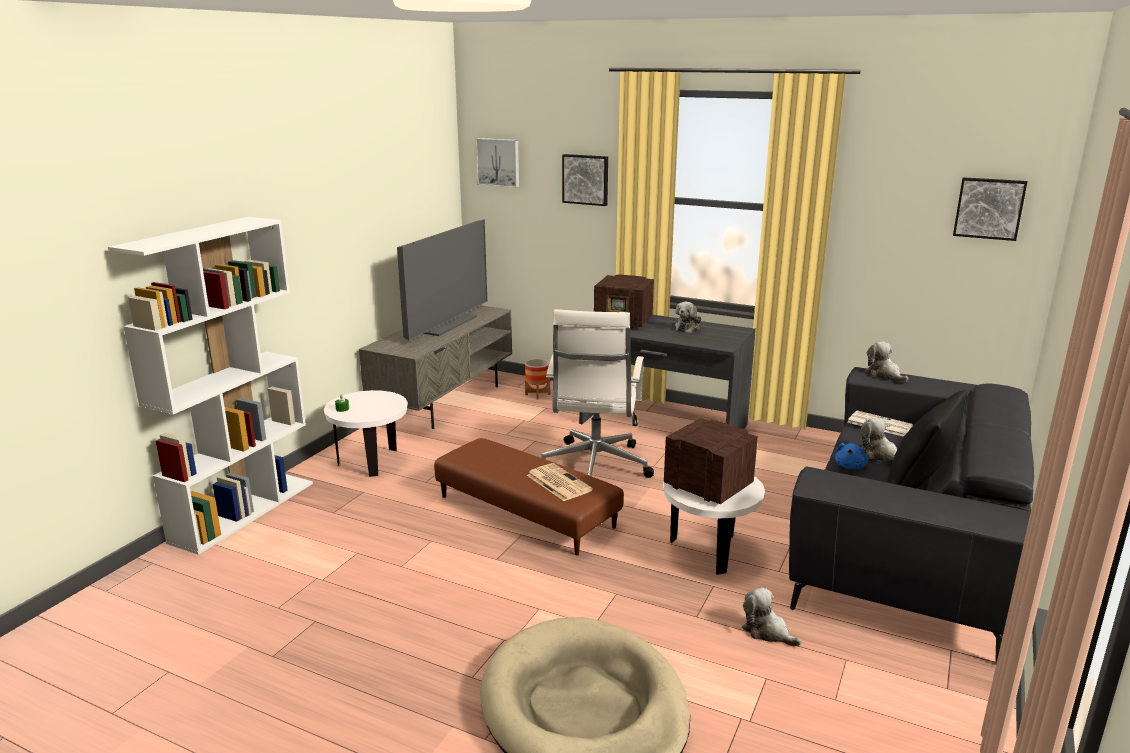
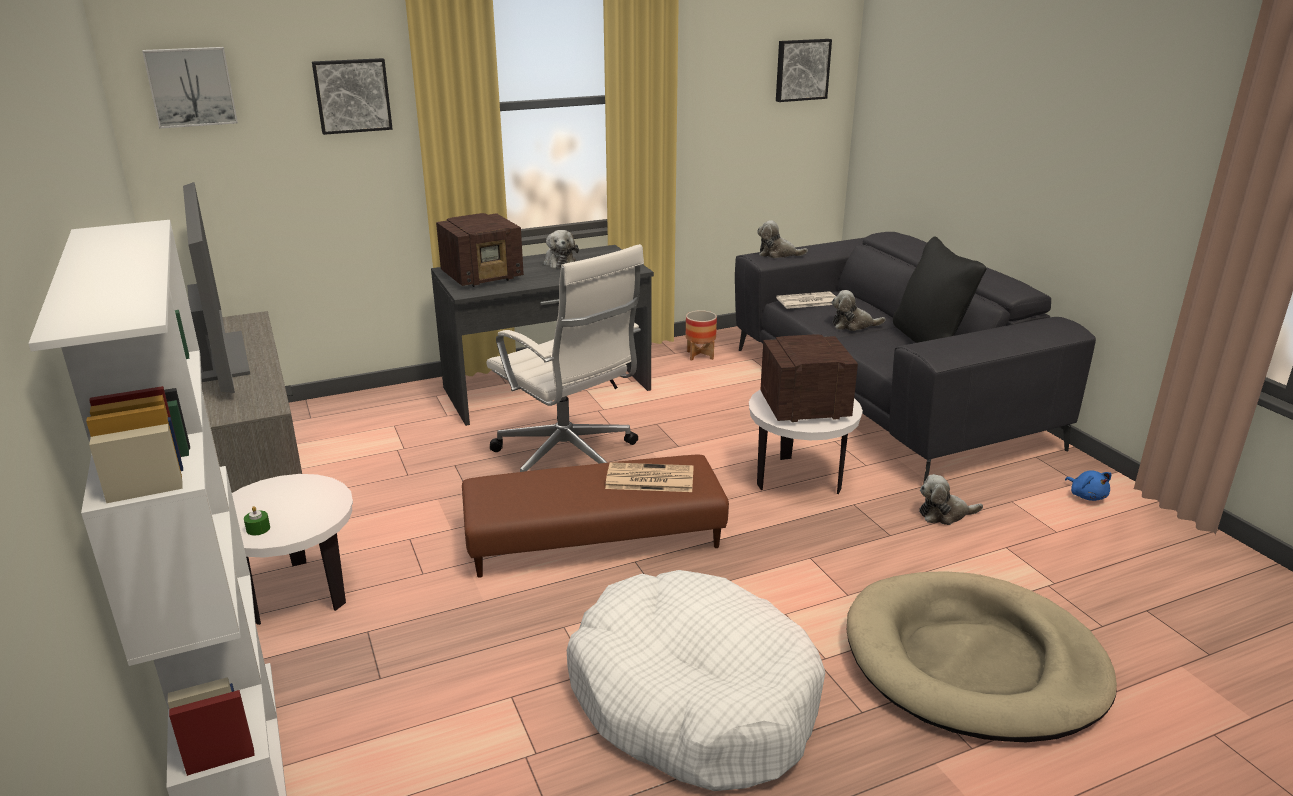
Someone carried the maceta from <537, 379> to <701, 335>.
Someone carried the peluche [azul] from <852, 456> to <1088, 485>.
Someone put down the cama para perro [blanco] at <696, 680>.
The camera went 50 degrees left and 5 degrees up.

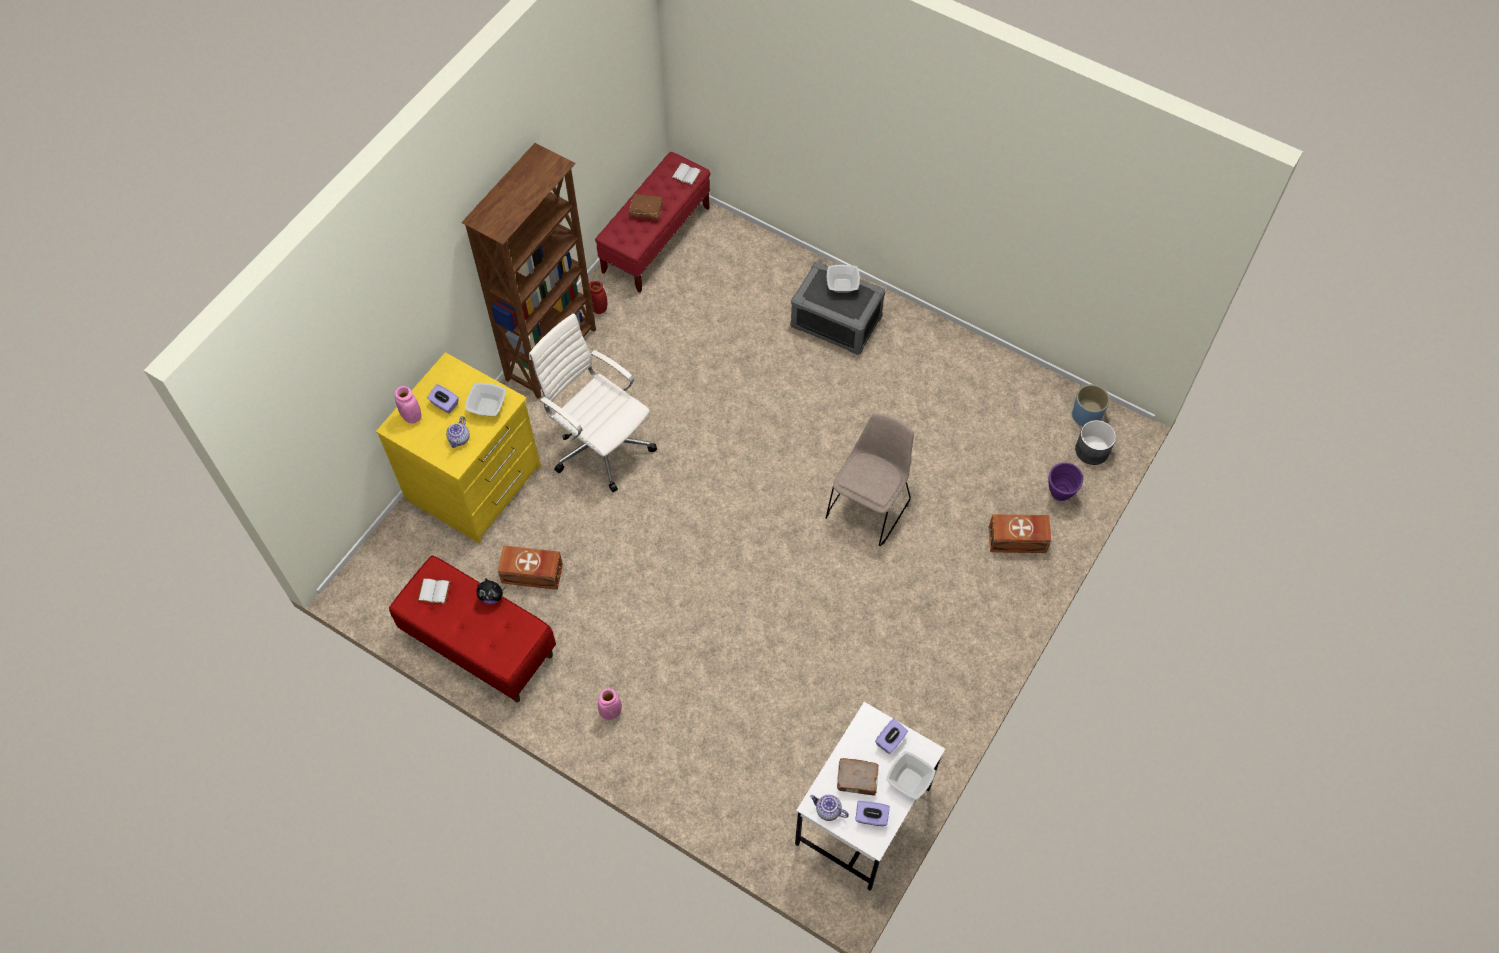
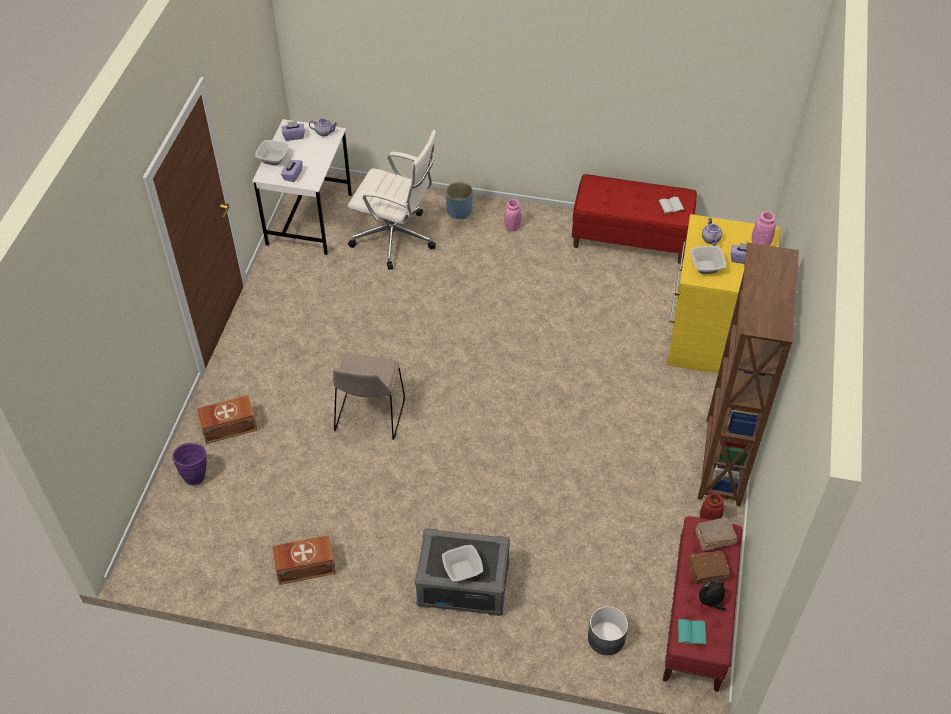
Someone carried the peluche from <491, 591> to <712, 595>.
Someone carried the caja de almacenaje [marrón] from <530, 567> to <304, 560>.
Someone carried the silla de oficina [blanco] from <593, 402> to <392, 200>.
Someone repainted the libro [blanco] at <686, 174>, which became the libro [turquesa] at <692, 632>.
Someone carried the libro [marrón] from <858, 777> to <716, 533>.
Someone carried the maceta [azul] from <1091, 405> to <459, 200>.
Someone carried the maceta [gris] from <1095, 442> to <608, 630>.
The camera went 160 degrees right and 10 degrees down.

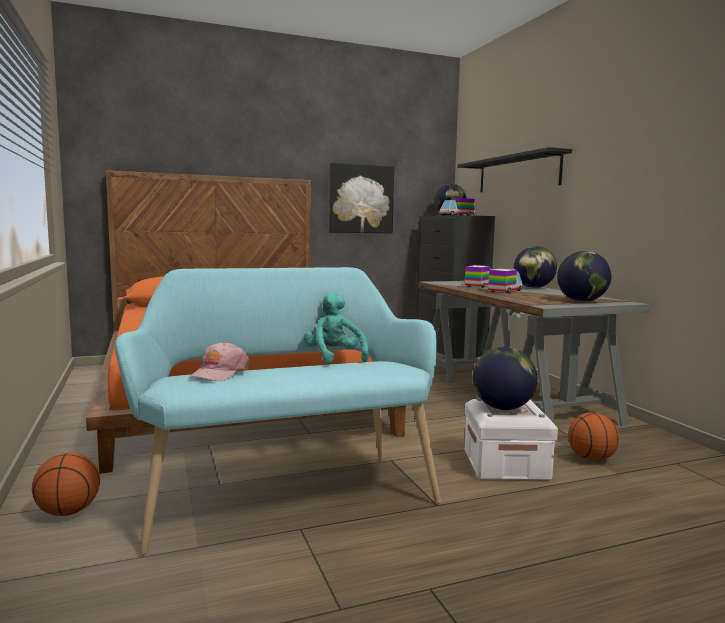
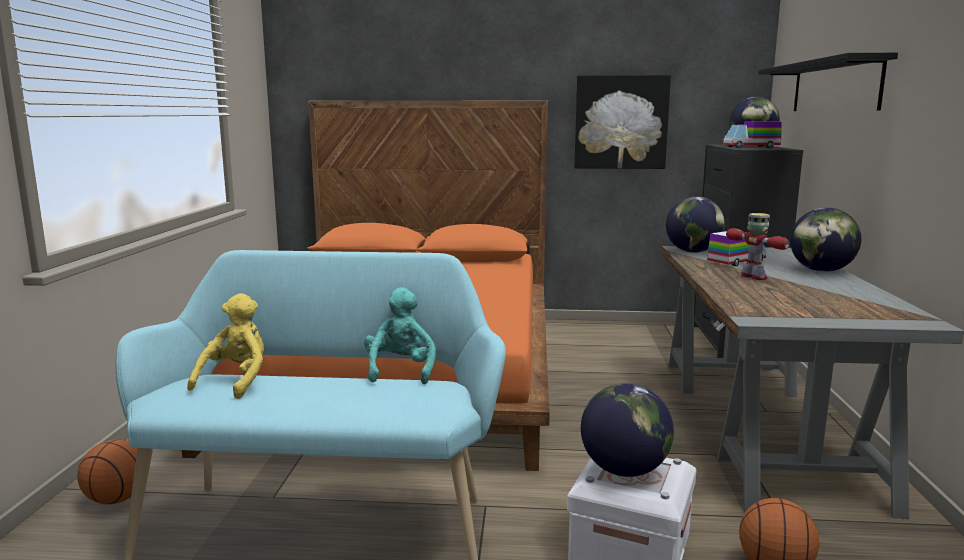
Someone swapped the gorra [rosa] at <219, 361> for the peluche [amarillo] at <225, 346>.
Someone swapped the camión de juguete at <505, 281> for the robot de juguete at <758, 246>.
Someone carried the globo terráqueo from <584, 276> to <695, 224>.
The camera went 25 degrees right and 5 degrees up.

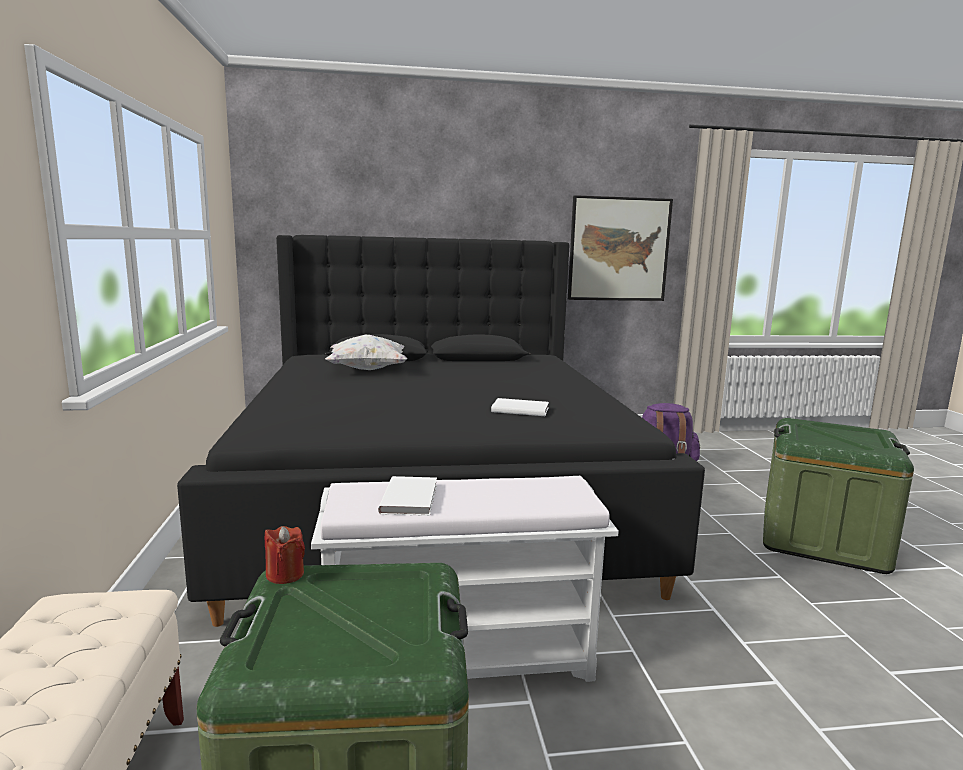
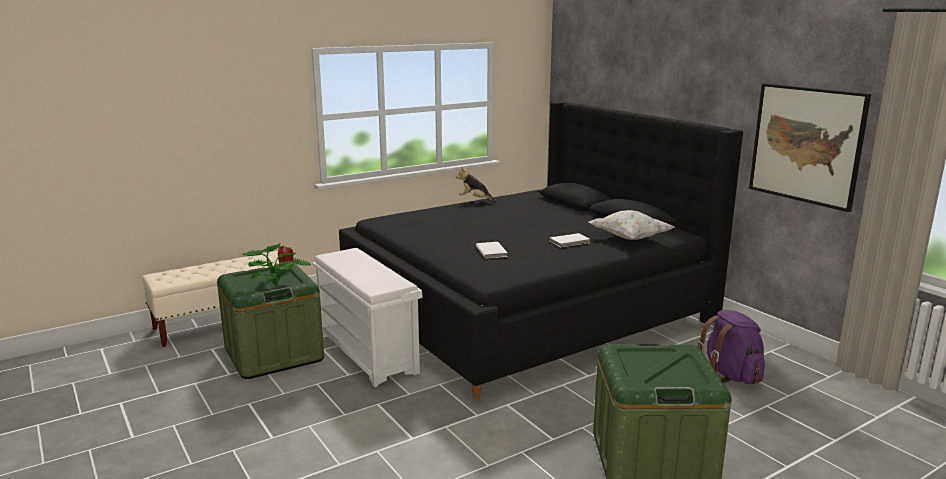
Someone carried the cojín [blanco] from <366, 352> to <632, 225>.
Someone carried the libro [blanco] from <407, 496> to <569, 240>.
Someone put down the planta en maceta at <277, 264>.
Someone put down the peluche at <476, 184>.
The camera went 65 degrees right and 5 degrees up.

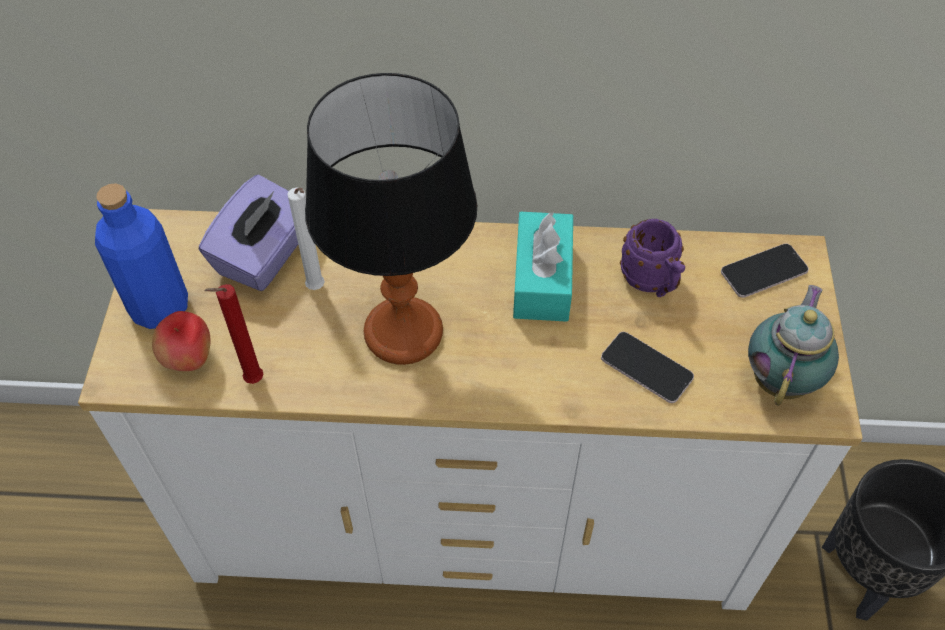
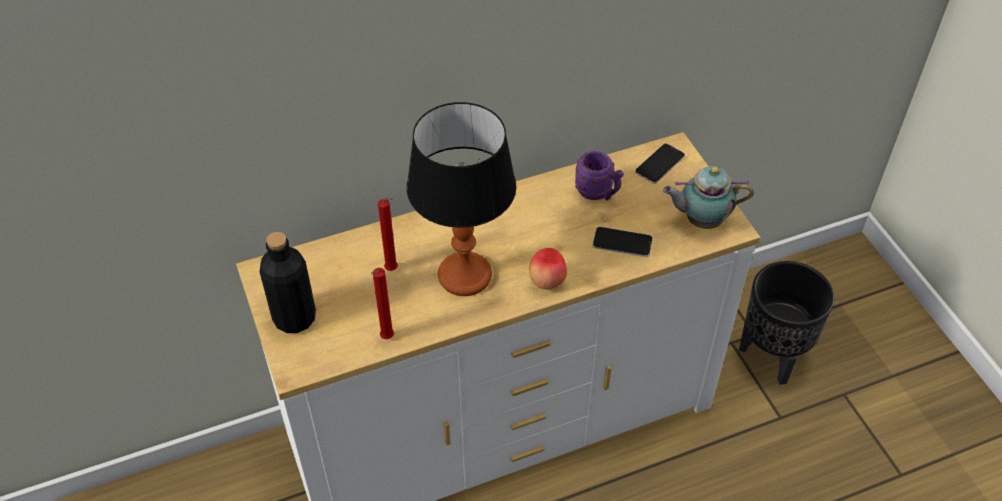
Someone repainted the botella [azul] at <141, 256>, which became the botella [negro] at <287, 282>.
Someone carried the manzana from <181, 341> to <548, 268>.
Someone took away the caja de pañuelos [morado] at <248, 233>.
Someone repainted the vela [blanco] at <306, 238>, which became the vela [rojo] at <388, 234>.
Someone took away the caja de pañuelos [turquesa] at <543, 267>.
Someone rotated the tetera at <793, 345> by 90 degrees counterclockwise.
The camera went 25 degrees left and 5 degrees down.

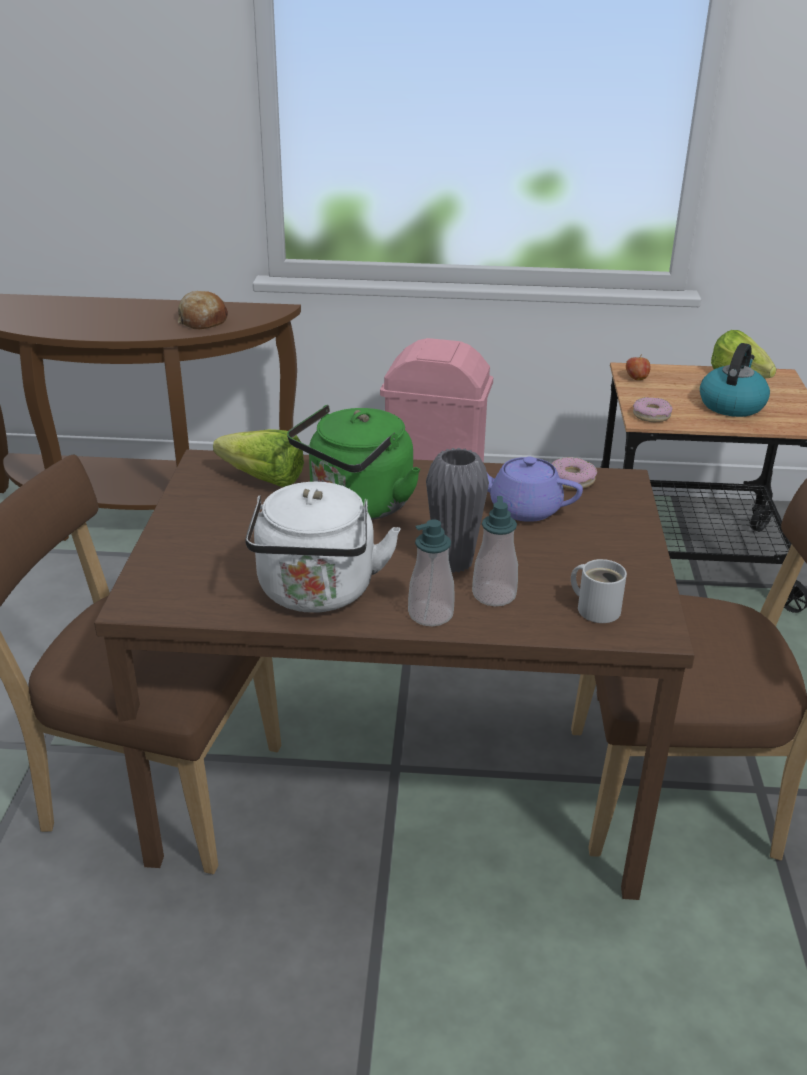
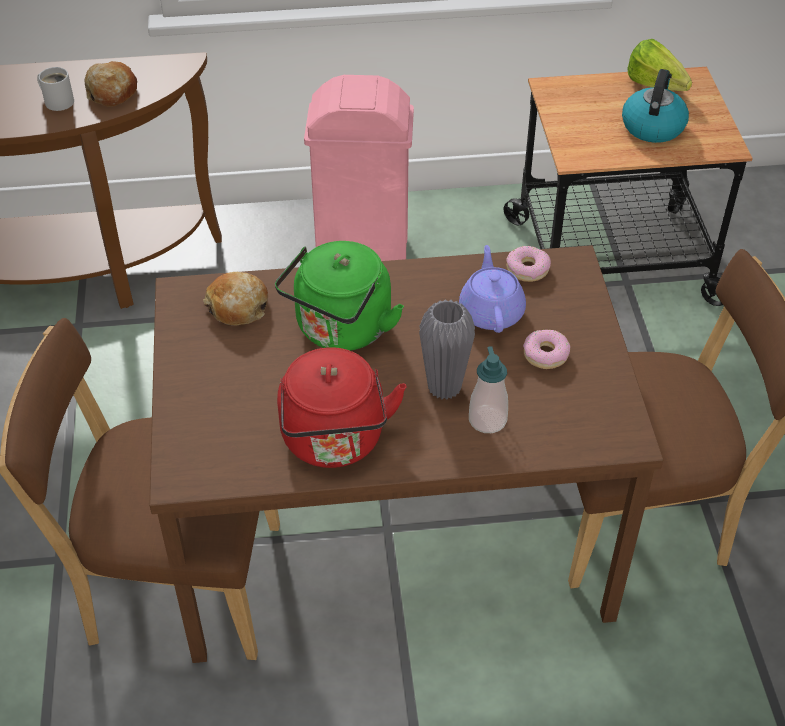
Someone swapped the lechuga at <258, 458> for the pan at <235, 299>.
Someone repainted the hervidor [blanco] at <322, 547>, which became the hervidor [rojo] at <341, 407>.
Someone took away the dispensador de jabón at <431, 572>.
Someone rotated the tetera [morado] at <535, 489> by 75 degrees clockwise.
Someone carried the taza grande [blanco] from <599, 591> to <55, 89>.
Someone took away the manzana at <638, 367>.
Someone carried the rosquilla from <653, 409> to <546, 349>.
The camera went 10 degrees left and 15 degrees up.

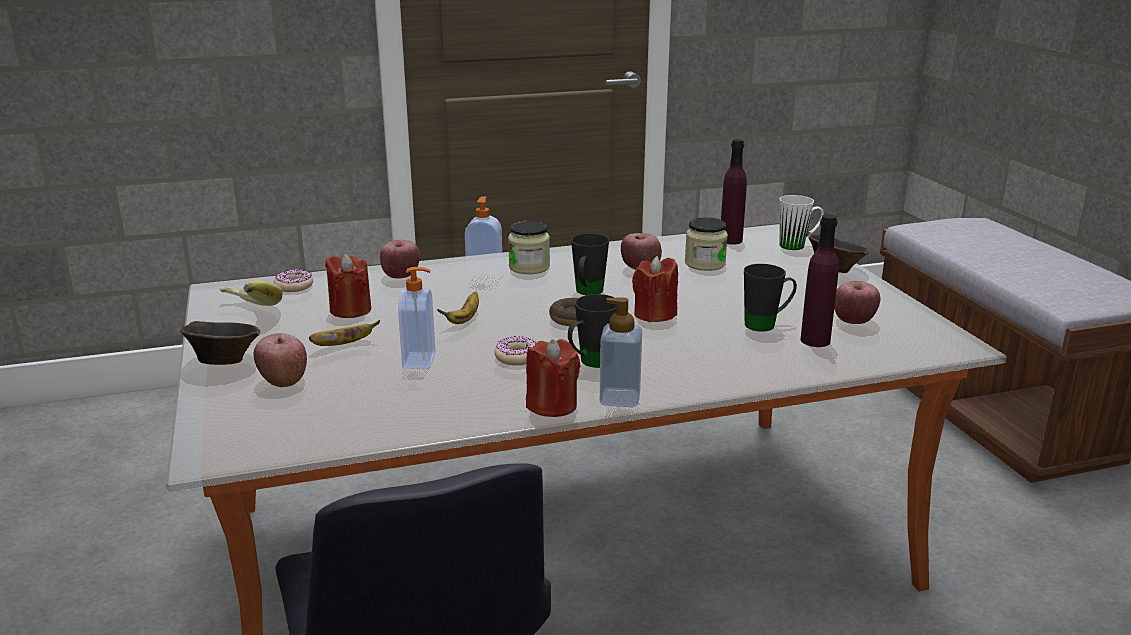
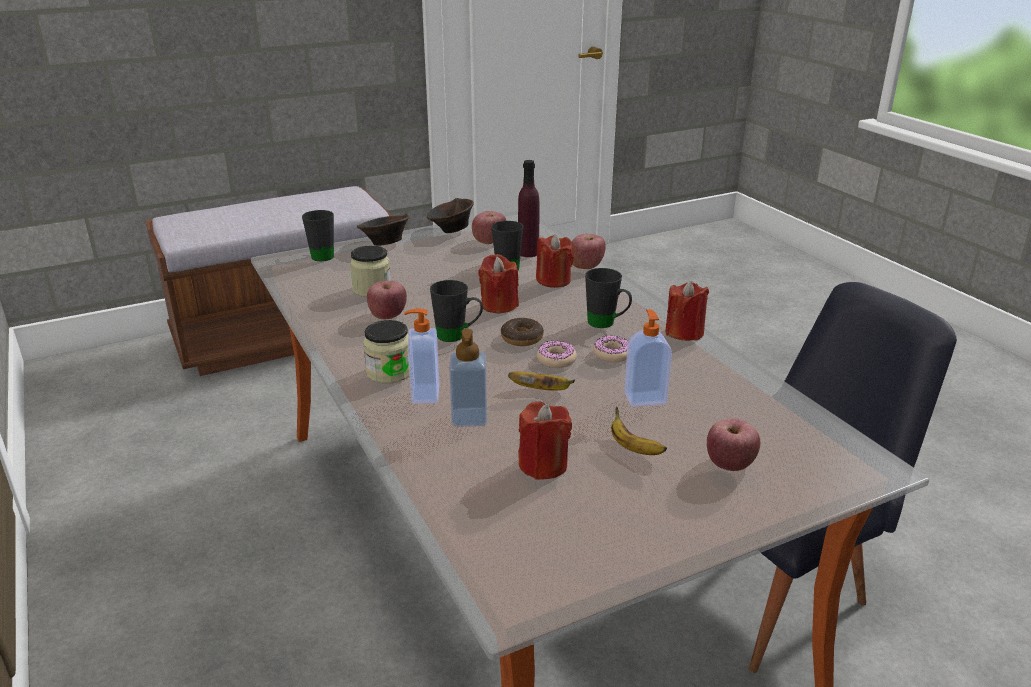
Someone carried the cuenco [marrón] from <220, 343> to <450, 215>.
Someone took away the plátano at <251, 293>.
Someone carried the rosquilla from <293, 280> to <557, 354>.
Someone carried the manzana from <400, 259> to <588, 251>.
Someone carried the dispensador de jabón from <621, 352> to <468, 378>.
Someone took away the botella [morado] at <734, 192>.
Someone repainted the taza grande [blanco] at <802, 222>, which became the taza grande [negro] at <318, 235>.
Someone put down the vela [rojo] at <555, 261>.
The camera went 100 degrees left and 5 degrees up.

